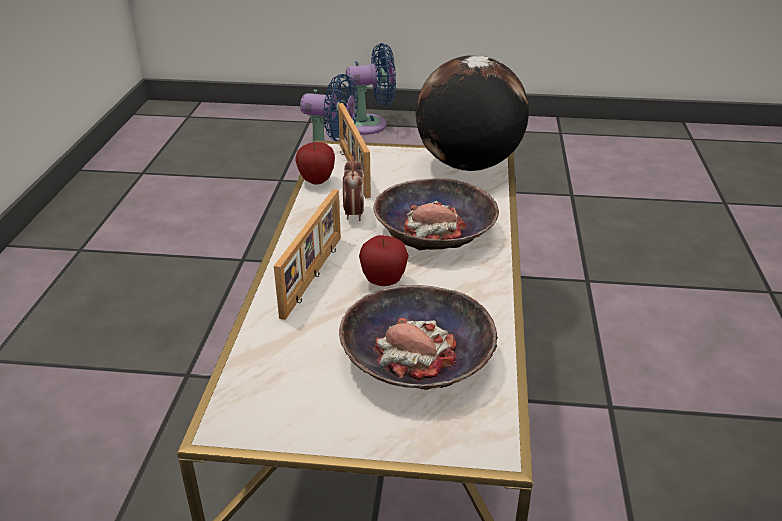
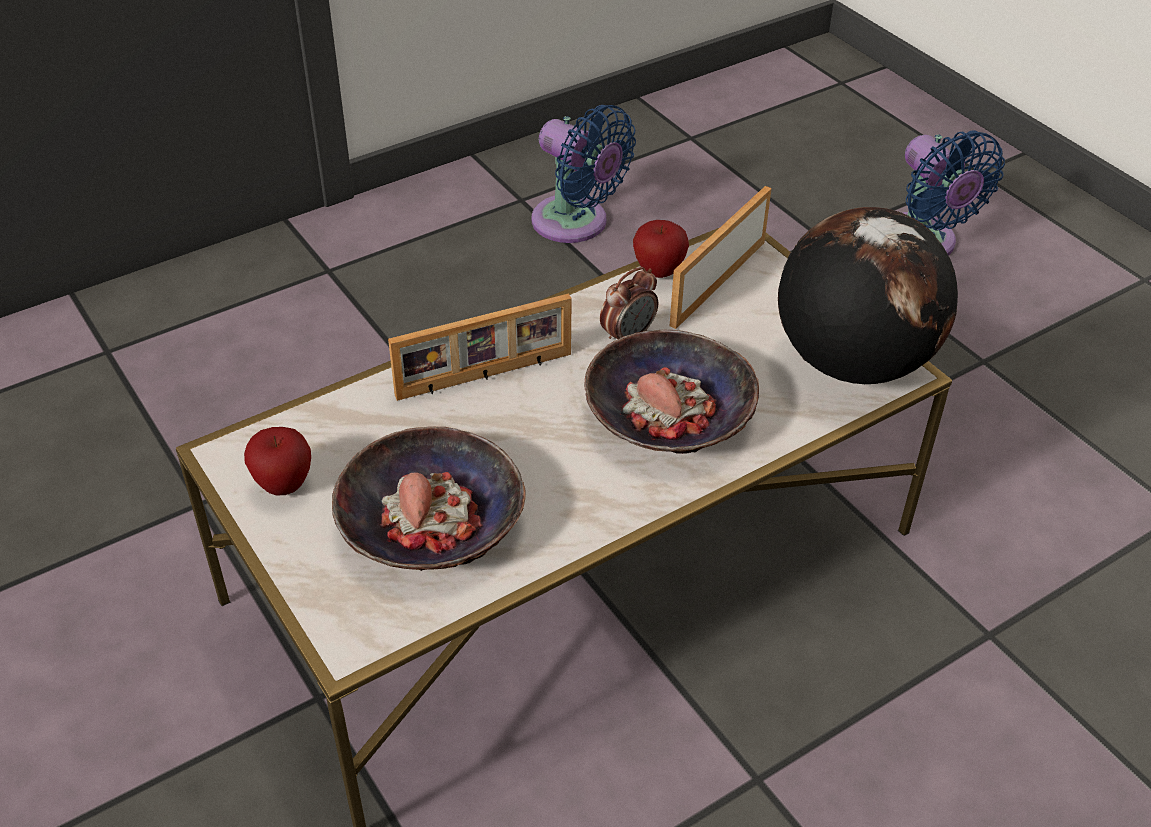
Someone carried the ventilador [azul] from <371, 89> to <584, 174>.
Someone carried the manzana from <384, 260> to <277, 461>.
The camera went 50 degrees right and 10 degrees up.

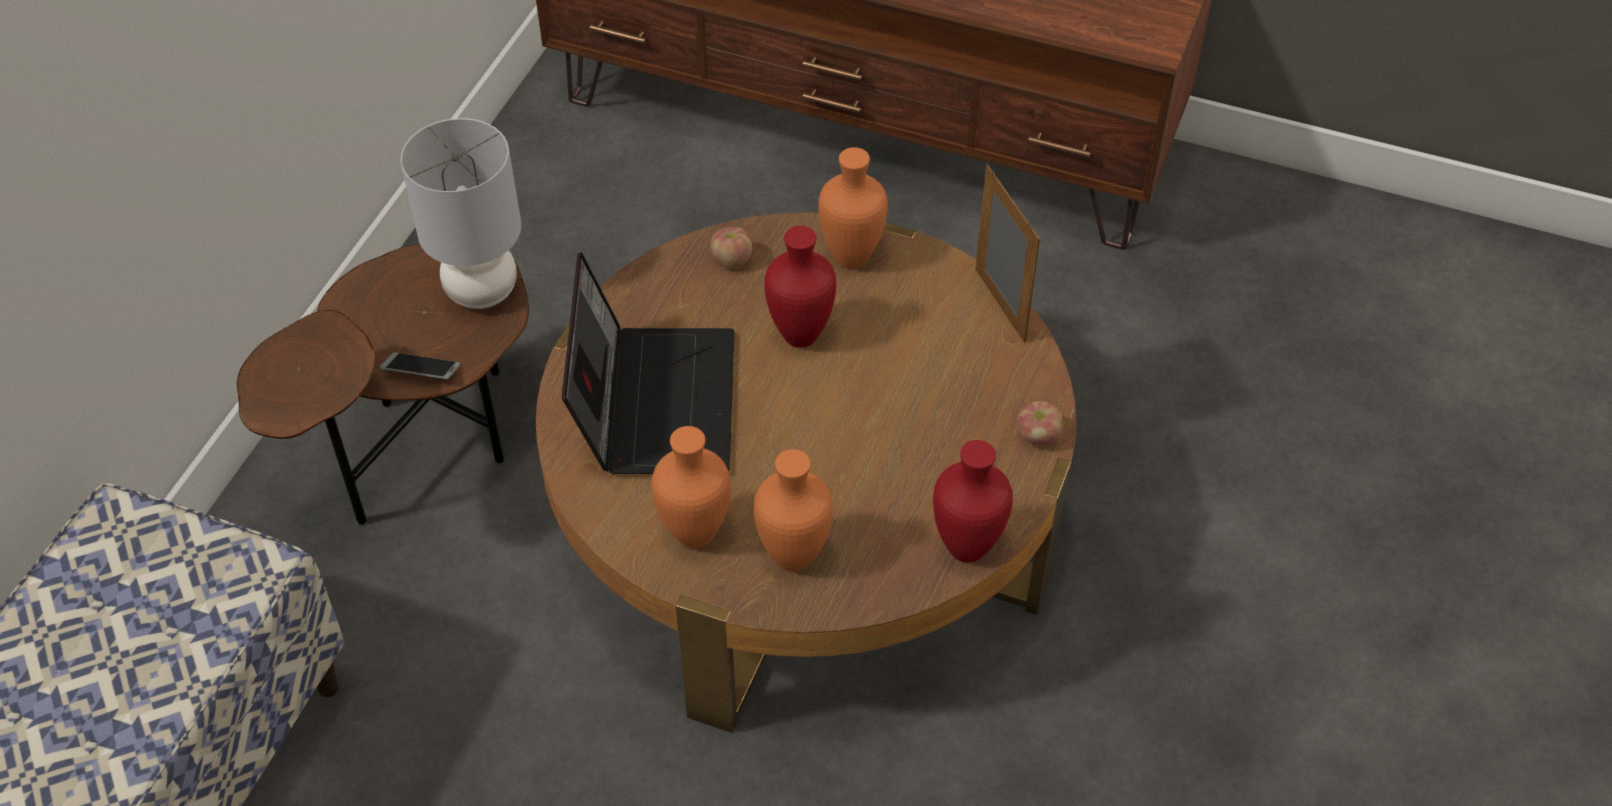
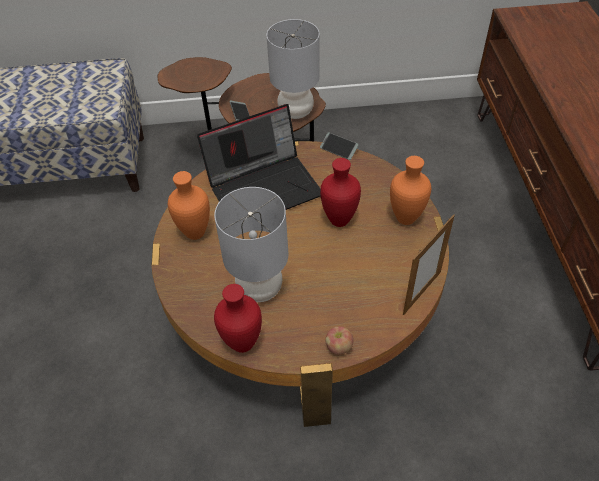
Someone took away the manzana at <731, 247>.
Someone took away the florero [naranja] at <793, 510>.
Someone put down the lámpara de mesa [gris] at <251, 244>.
Someone put down the móvil at <339, 146>.
The camera went 65 degrees right and 0 degrees up.

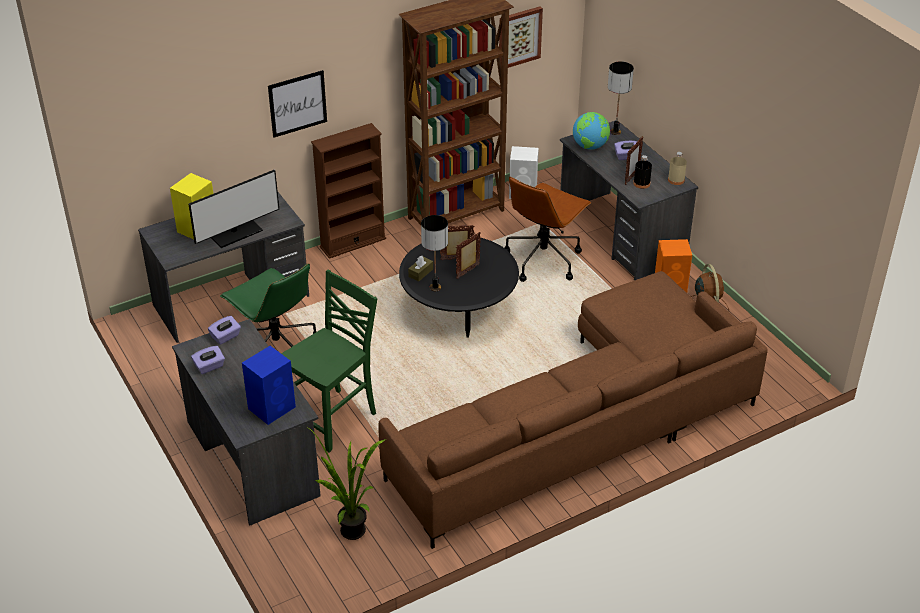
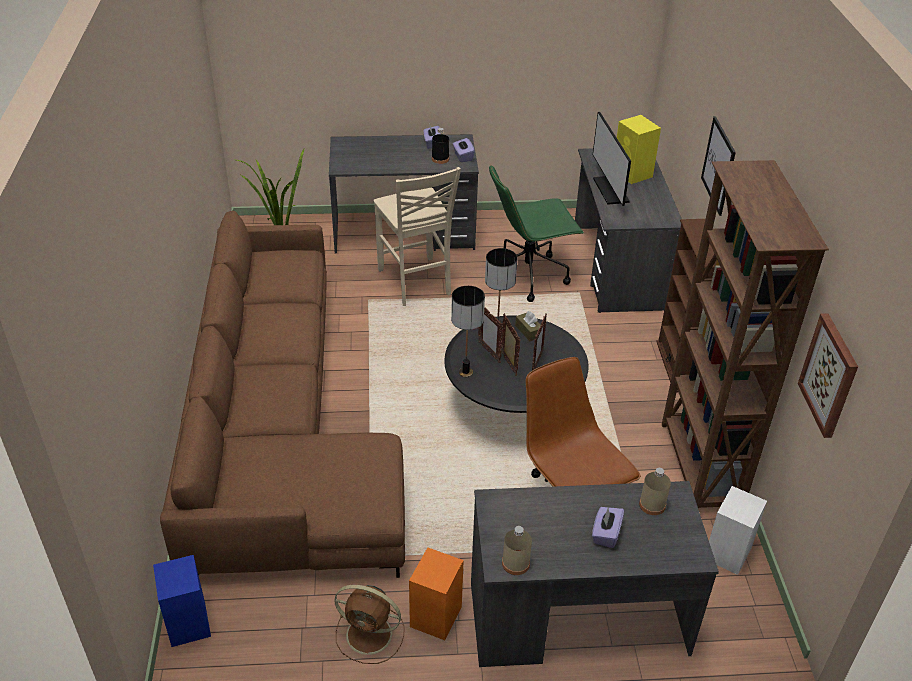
Someone carried the altavoz [azul] from <269, 385> to <182, 601>.
Someone repainted the silla [verde] at <329, 361>, which became the silla [beis] at <417, 236>.
Someone swapped the globo terráqueo at <591, 131> for the botella [beis] at <655, 491>.
Someone carried the lámpara de mesa from <621, 98> to <468, 331>.
Someone carried the portarretratos from <634, 160> to <490, 335>.
Someone carried the botella [negro] from <642, 172> to <440, 146>.
The camera went 115 degrees right and 0 degrees up.

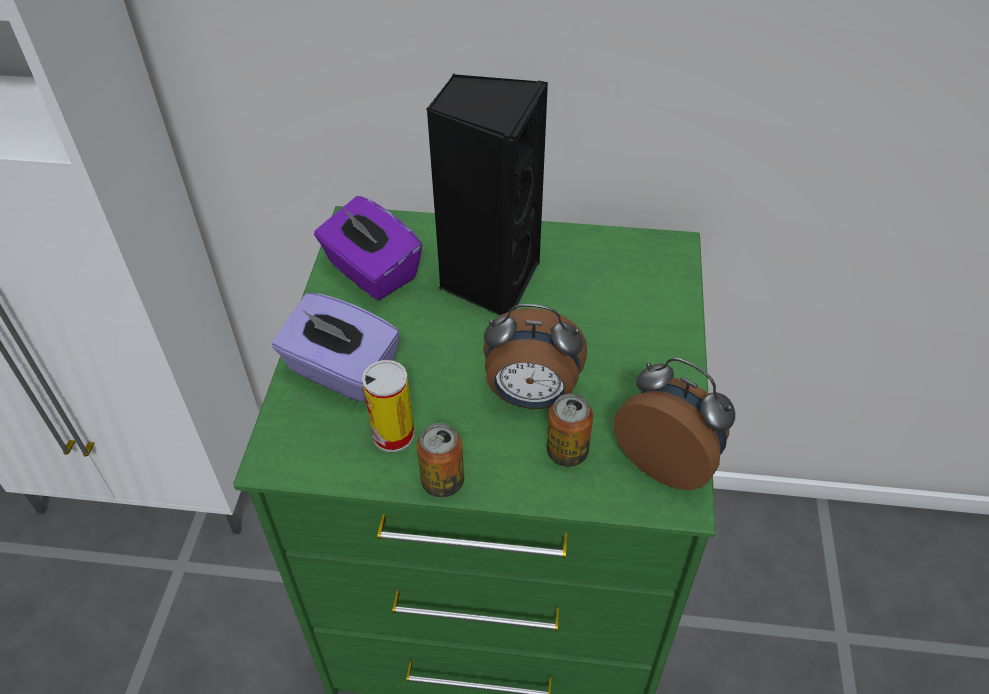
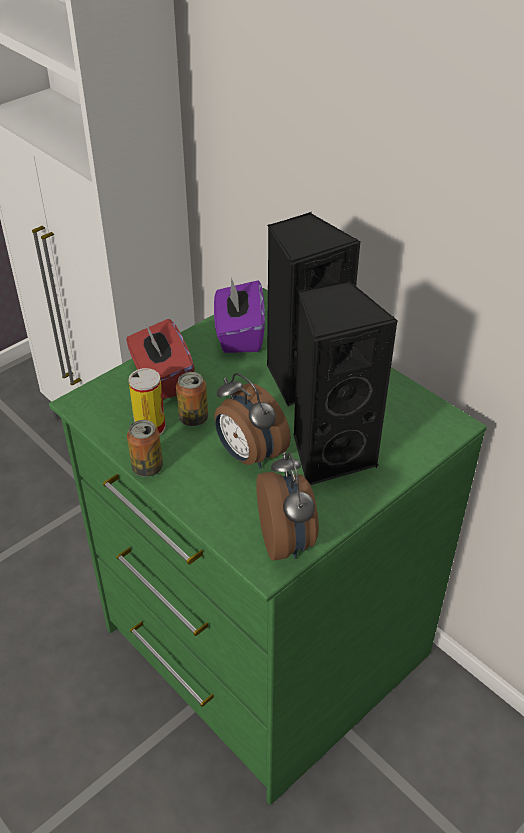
Someone repainted the caja de pañuelos [morado] at <336, 347>, which became the caja de pañuelos [rojo] at <160, 359>.
Someone carried the lata from <570, 430> to <192, 399>.
Someone put down the altavoz [negro] at <345, 382>.
The camera went 40 degrees right and 5 degrees down.

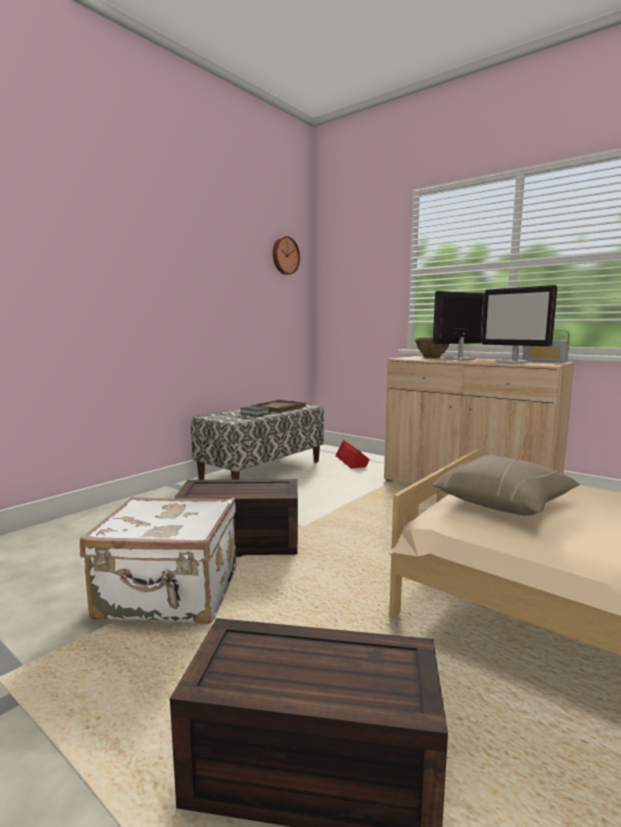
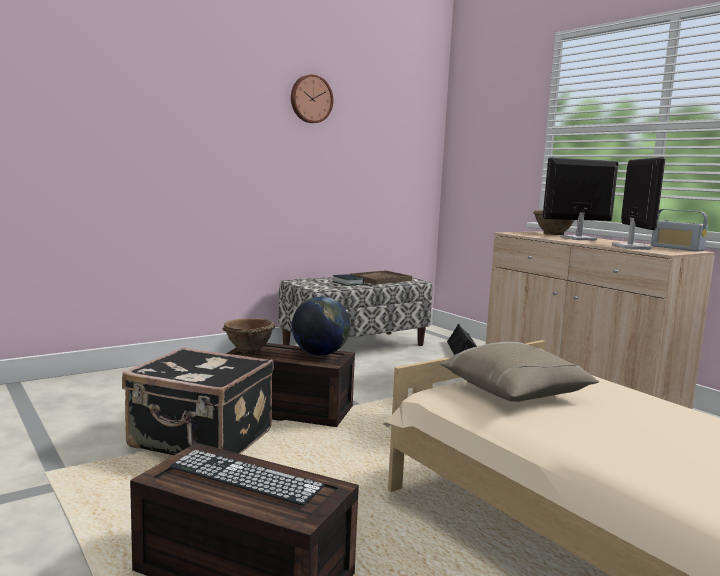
Someone repainted the maleta [blanco] at <158, 560>, which became the maleta [negro] at <198, 401>.
Someone carried the reloj de pared from <286, 255> to <312, 98>.
Someone repainted the altavoz [rojo] at <352, 454>, which became the altavoz [negro] at <462, 339>.
Someone rotated the monitor at <519, 324> by 150 degrees counterclockwise.
Someone put down the teclado at <247, 478>.
Someone put down the cuenco [marrón] at <249, 335>.
Someone put down the globo terráqueo at <321, 326>.
The camera went 15 degrees right and 0 degrees up.

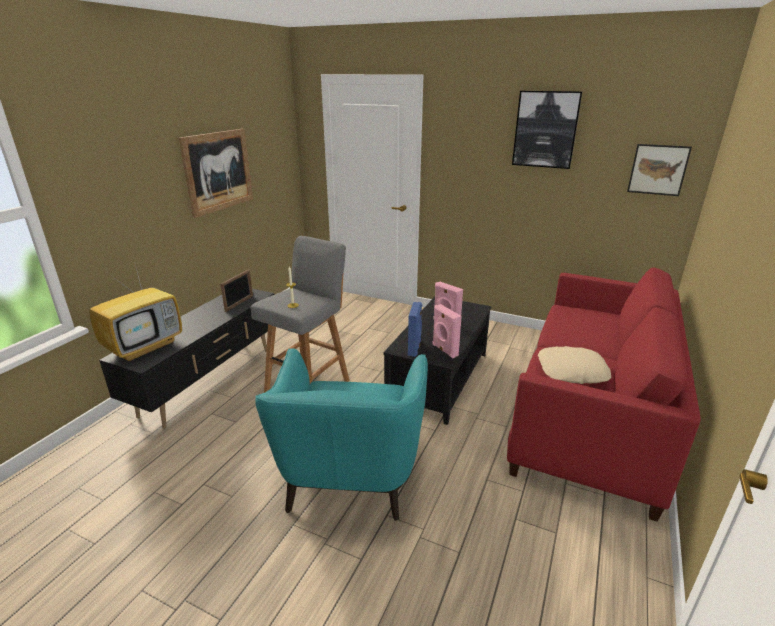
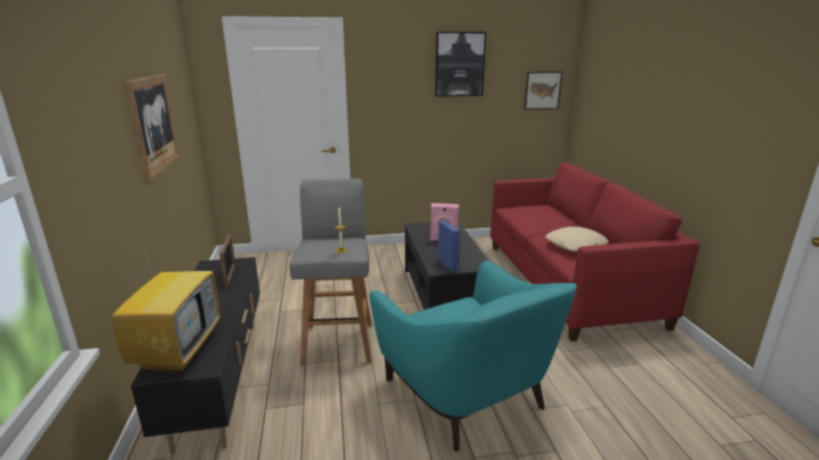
Someone took away the altavoz [rosa] at <447, 331>.
The camera went 35 degrees left and 5 degrees down.

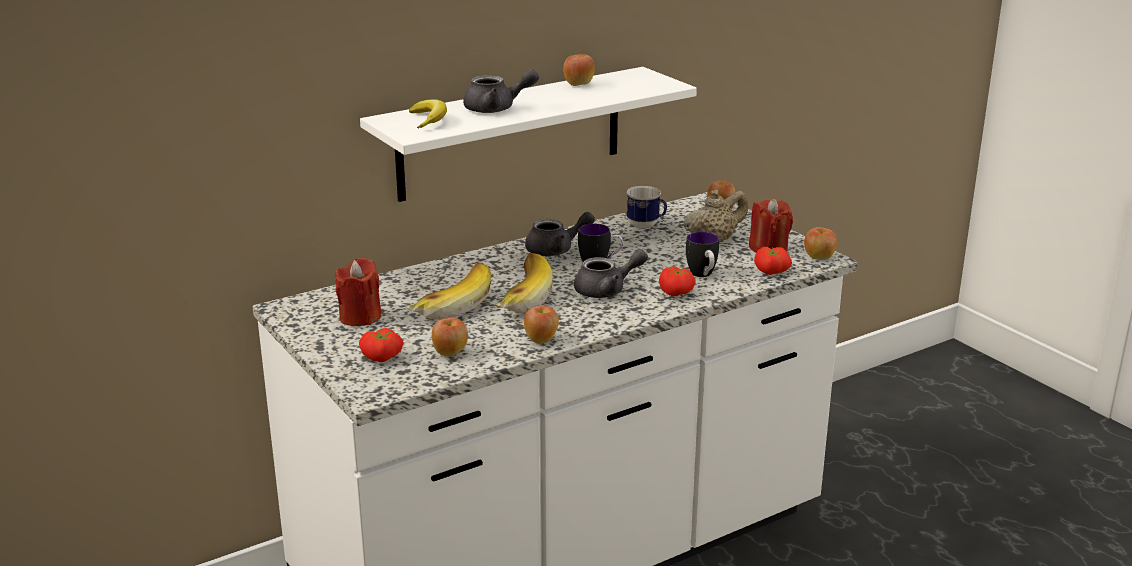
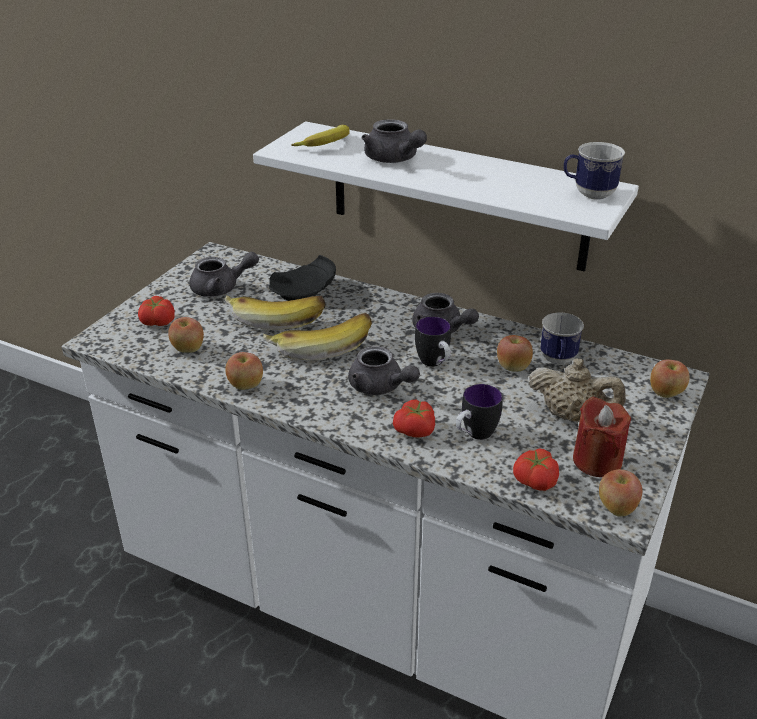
Someone swapped the vela [rojo] at <358, 292> for the tetera [gris] at <224, 274>.
Someone carried the manzana from <579, 70> to <515, 353>.
Someone put down the plato [negro] at <302, 278>.
Someone put down the taza grande at <594, 171>.
The camera went 60 degrees right and 10 degrees up.

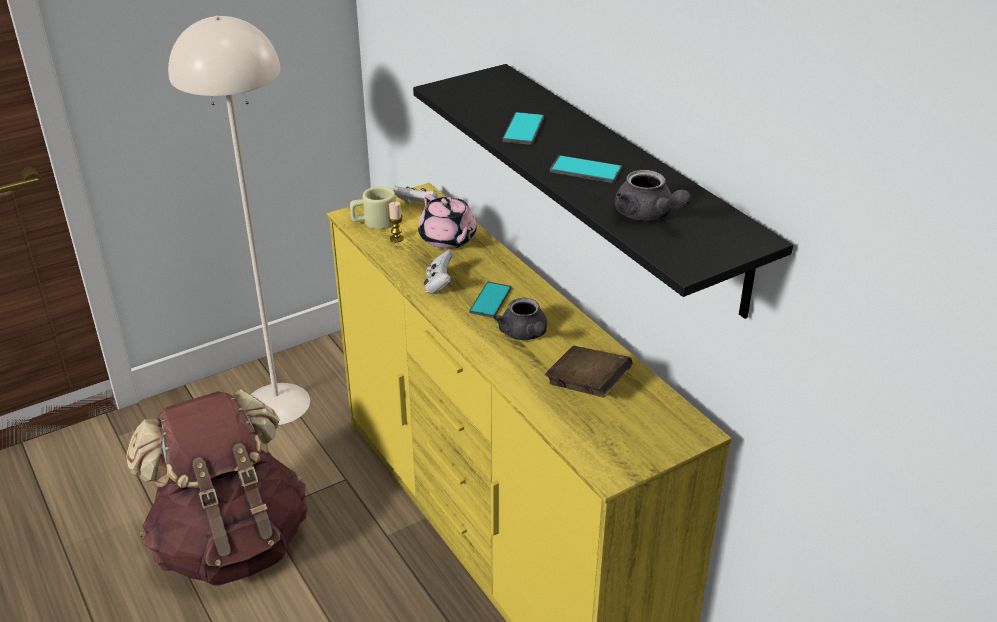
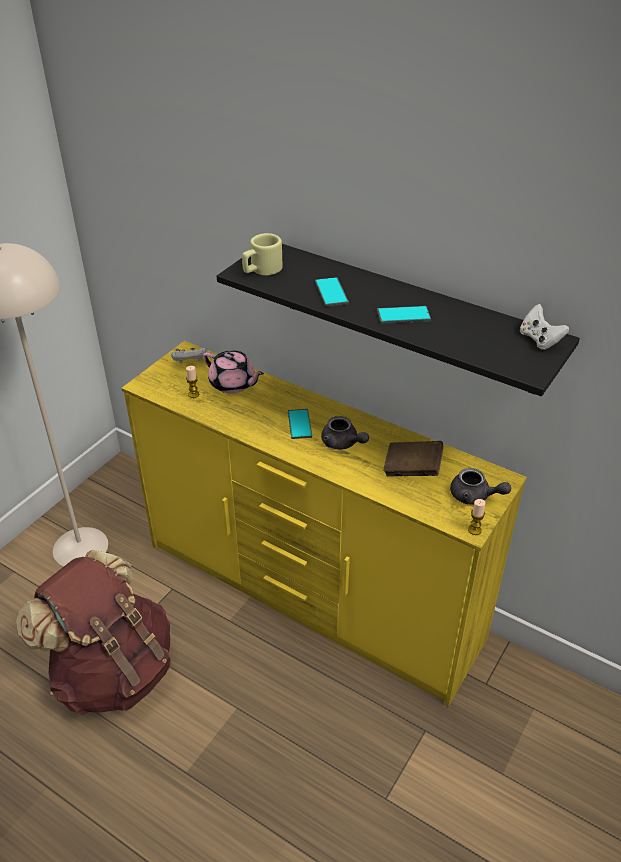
Someone carried the taza grande [beis] from <373, 207> to <262, 254>.
Someone carried the mando de consola [blanco] from <438, 272> to <544, 327>.
Someone carried the tetera [gris] from <653, 195> to <480, 486>.
Someone put down the vela at <477, 517>.
The camera went 25 degrees left and 5 degrees up.

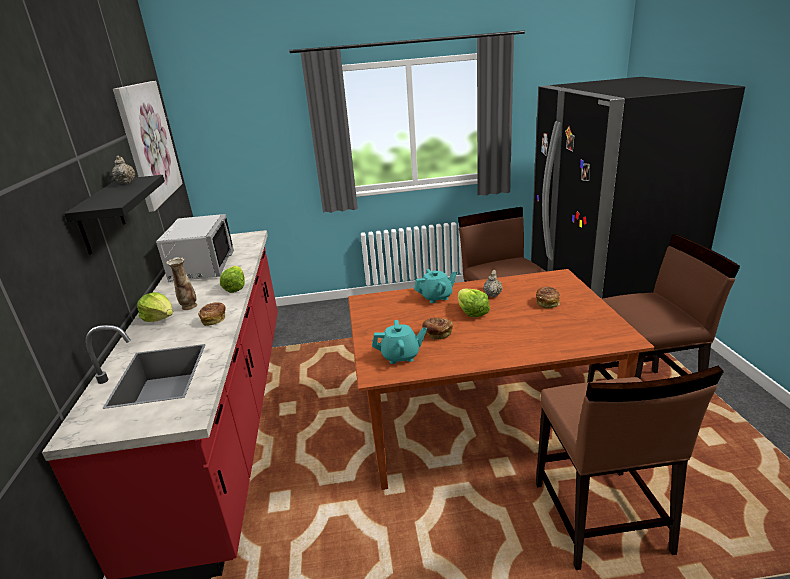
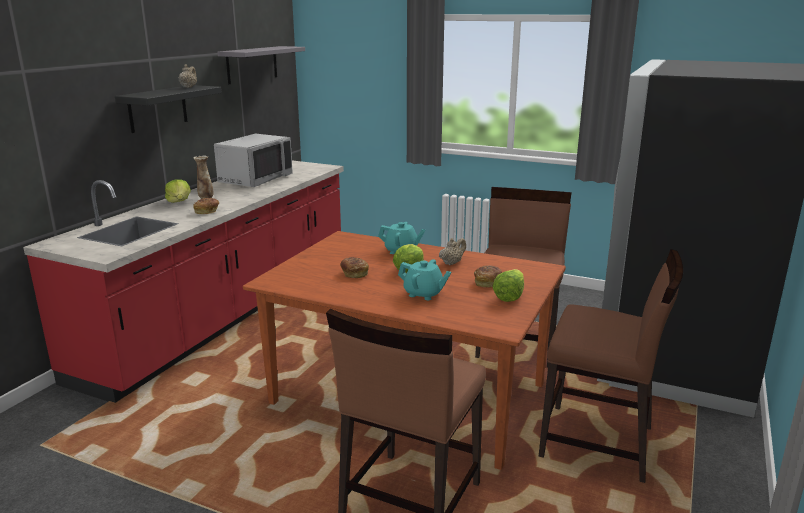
Someone swapped the cuadro at <148, 146> for the estante [gris] at <261, 65>.
Someone carried the lechuga from <232, 279> to <508, 285>.
Someone carried the tetera [turquesa] from <399, 342> to <424, 279>.
The camera went 30 degrees right and 5 degrees down.

